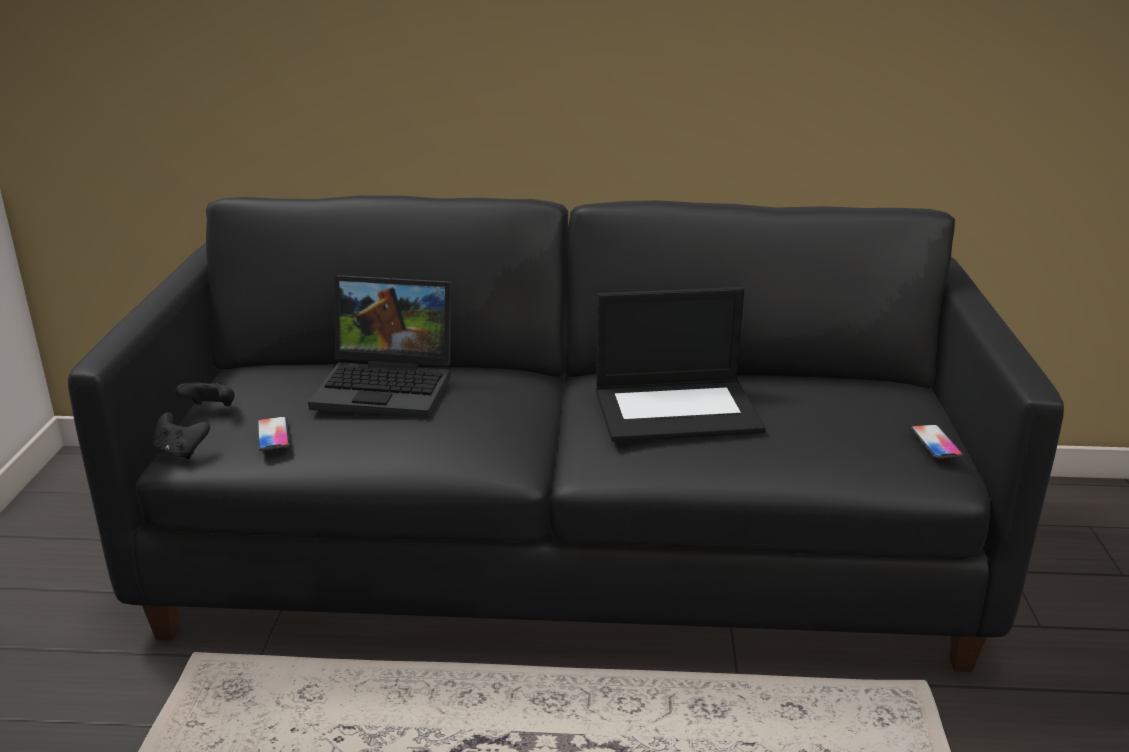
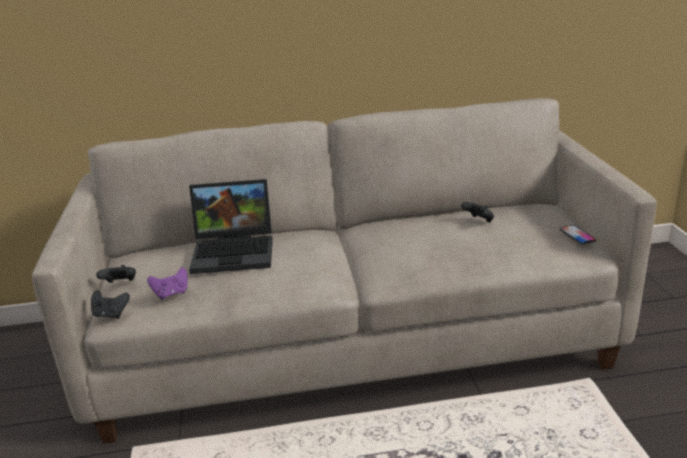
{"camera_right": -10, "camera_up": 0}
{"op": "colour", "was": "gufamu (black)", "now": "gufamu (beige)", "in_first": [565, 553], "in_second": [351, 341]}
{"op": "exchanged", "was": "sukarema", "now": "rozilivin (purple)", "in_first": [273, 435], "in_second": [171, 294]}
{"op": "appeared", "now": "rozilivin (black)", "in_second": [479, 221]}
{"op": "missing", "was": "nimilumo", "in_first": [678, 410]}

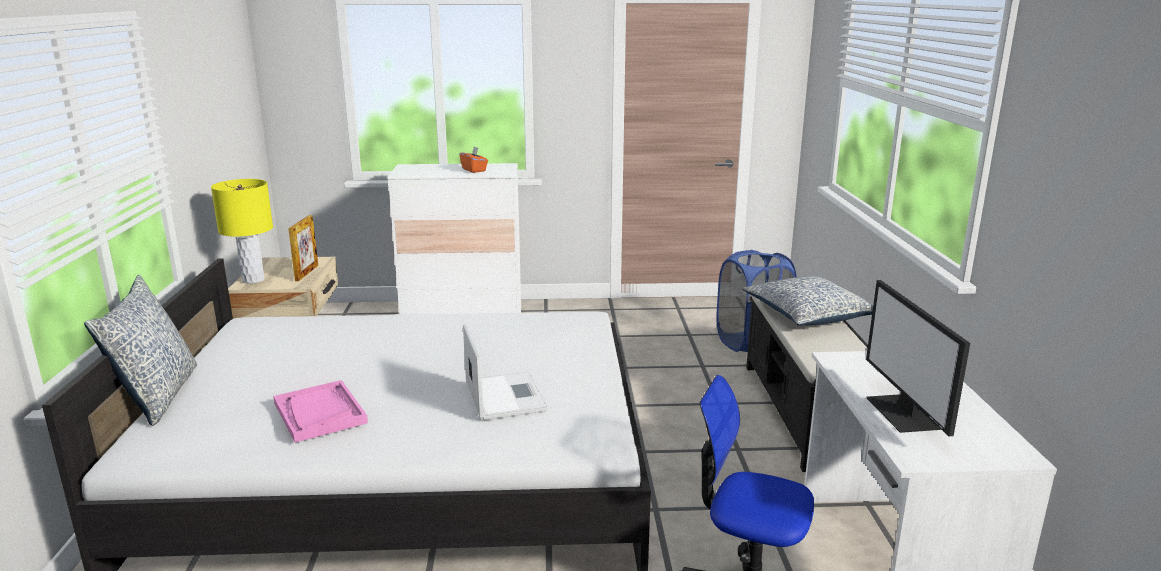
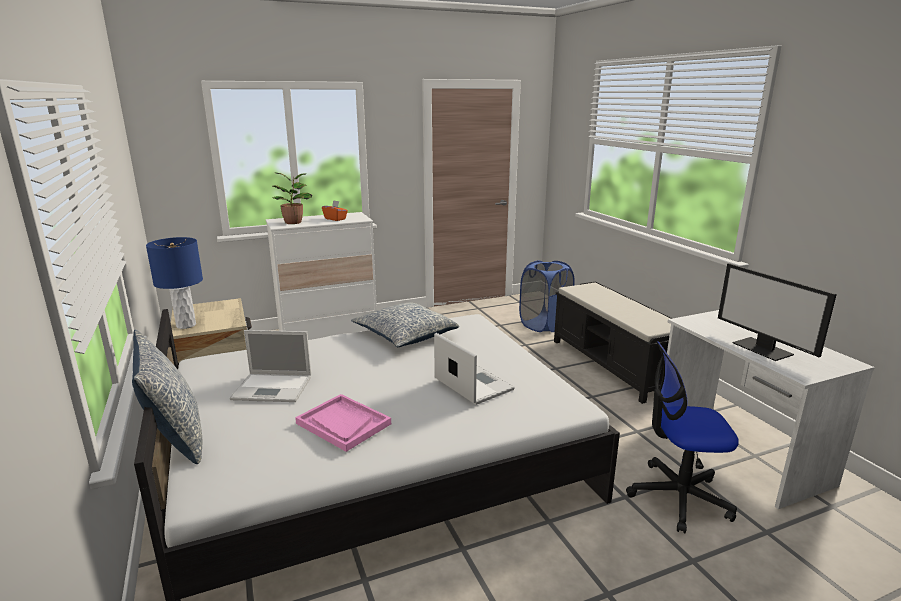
{"camera_right": -20, "camera_up": 0}
{"op": "colour", "was": "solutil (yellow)", "now": "solutil (blue)", "in_first": [253, 280], "in_second": [186, 325]}
{"op": "appeared", "now": "nimilumo", "in_second": [274, 388]}
{"op": "appeared", "now": "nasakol", "in_second": [294, 222]}
{"op": "relocated", "was": "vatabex", "in_first": [805, 315], "in_second": [404, 335]}
{"op": "missing", "was": "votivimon", "in_first": [307, 273]}

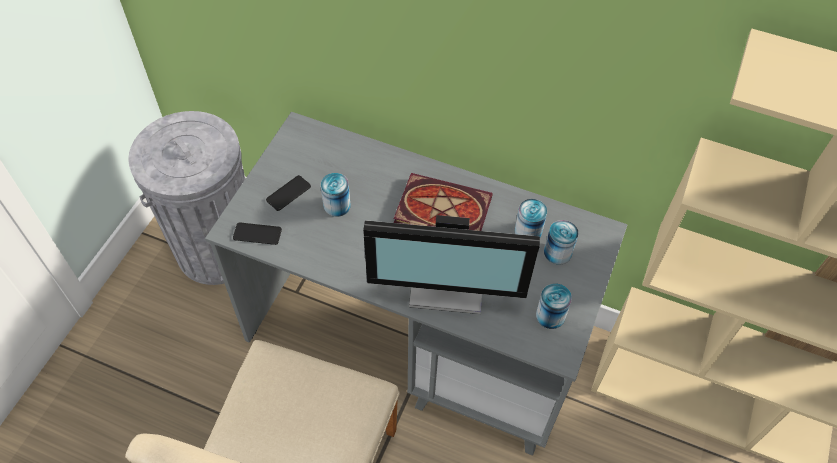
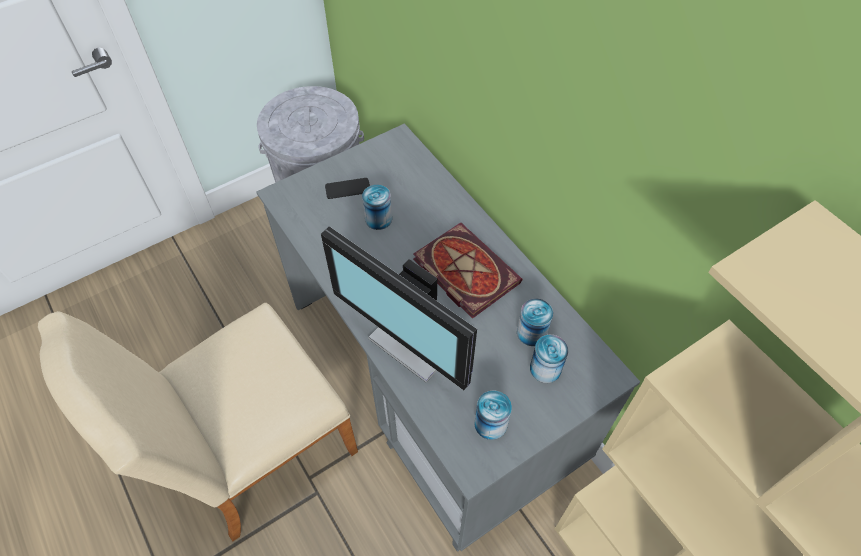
{"camera_right": 35, "camera_up": 0}
{"op": "missing", "was": "sukarema", "in_first": [257, 234]}

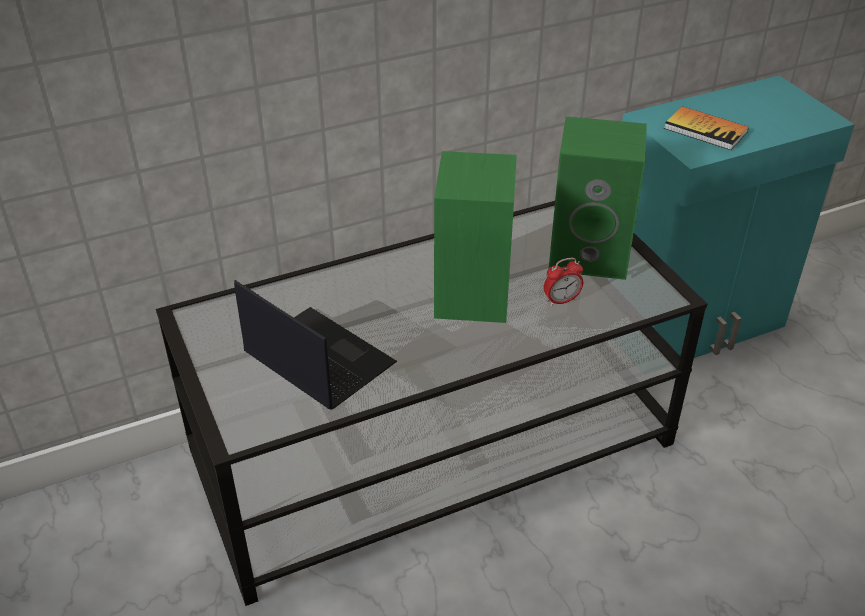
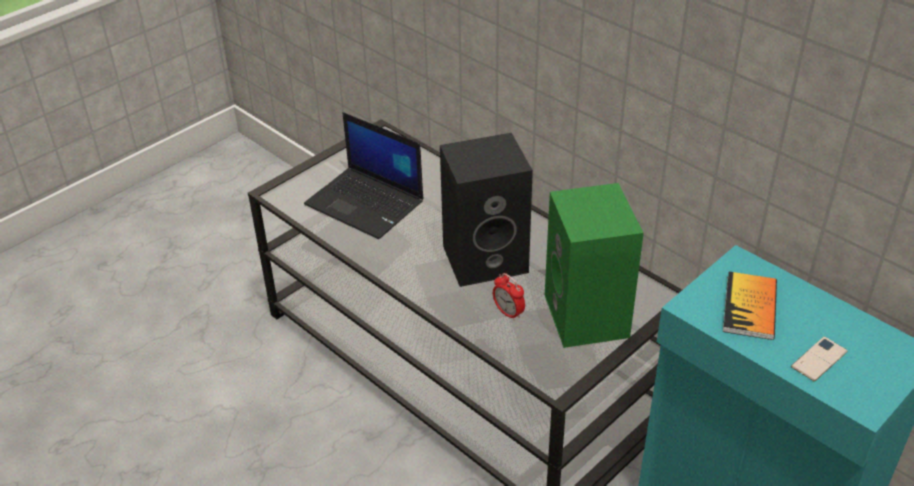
{"camera_right": 70, "camera_up": 0}
{"op": "spun", "was": "nimilumo", "in_first": [317, 359], "in_second": [366, 203], "clockwise": 105}
{"op": "colour", "was": "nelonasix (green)", "now": "nelonasix (black)", "in_first": [470, 293], "in_second": [486, 257]}
{"op": "appeared", "now": "sukarema", "in_second": [819, 359]}

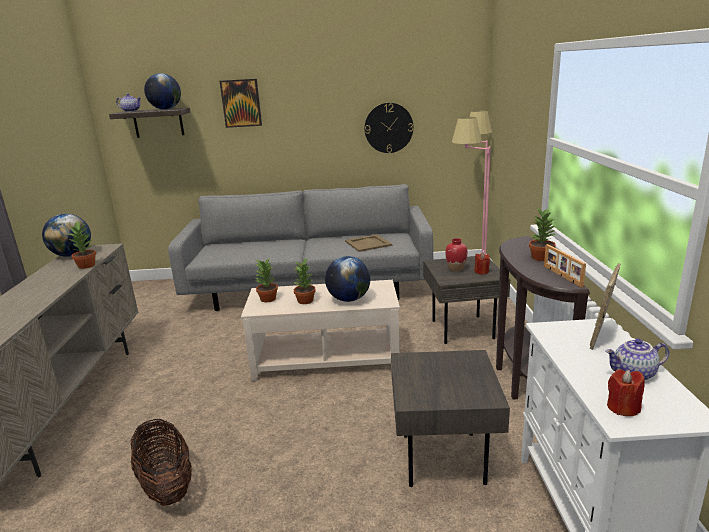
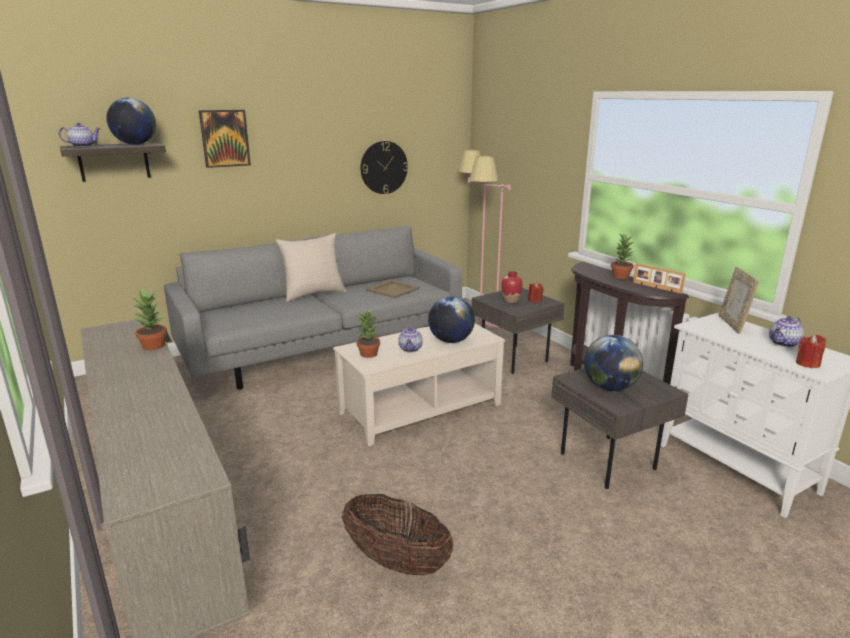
{"camera_right": -30, "camera_up": 0}
{"op": "appeared", "now": "vatabex (beige)", "in_second": [313, 294]}
{"op": "exchanged", "was": "nasakol", "now": "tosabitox", "in_first": [306, 301], "in_second": [411, 349]}
{"op": "relocated", "was": "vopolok", "in_first": [72, 255], "in_second": [609, 387]}

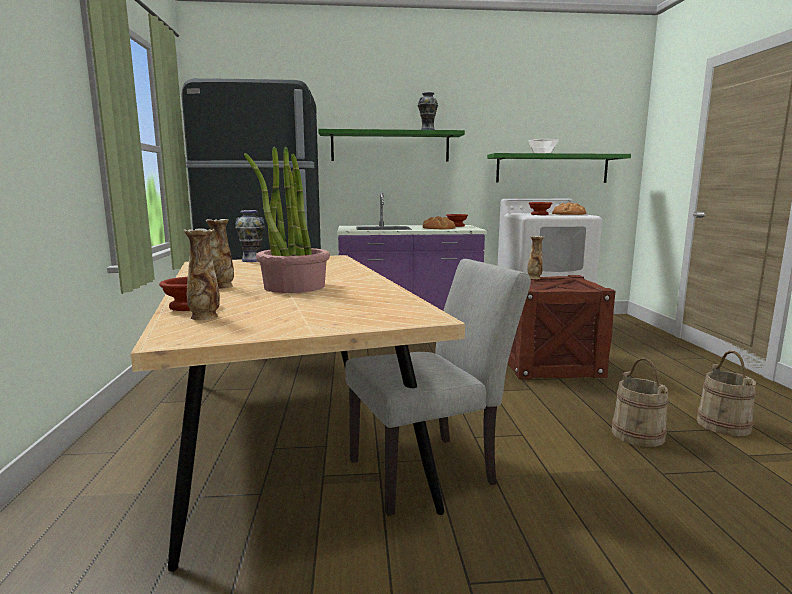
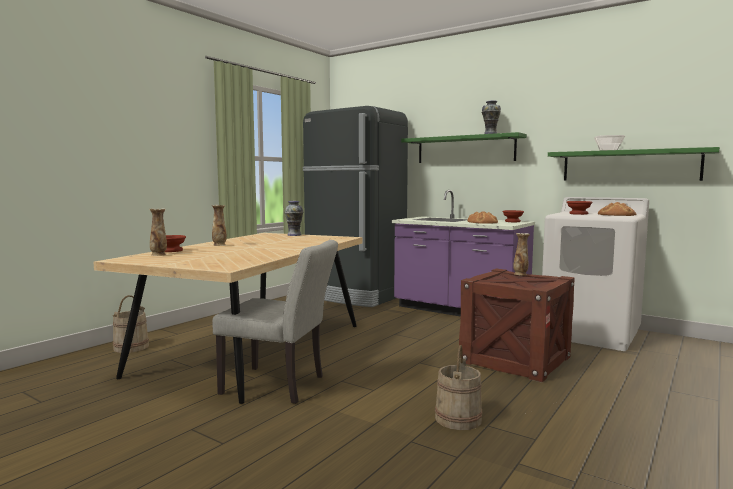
{"camera_right": 40, "camera_up": -5}
{"op": "relocated", "was": "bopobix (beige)", "in_first": [724, 425], "in_second": [131, 347]}
{"op": "missing", "was": "nasakol", "in_first": [294, 287]}

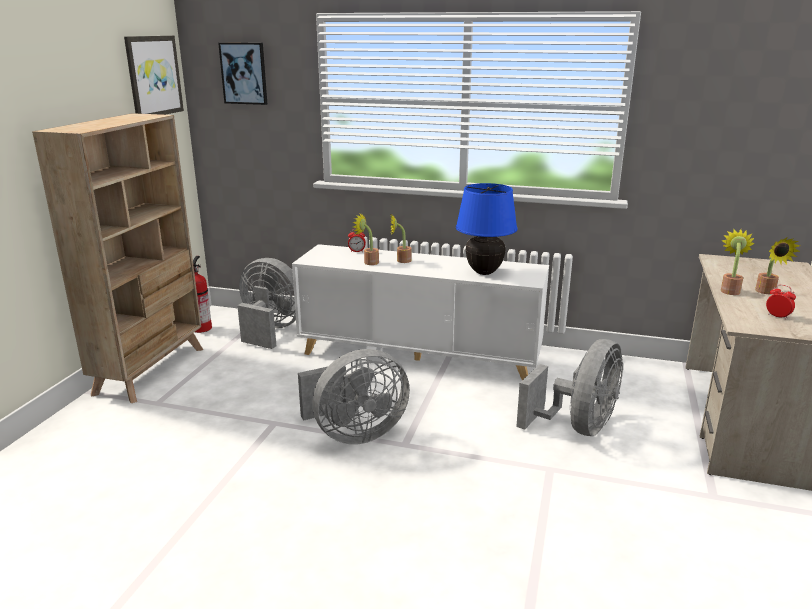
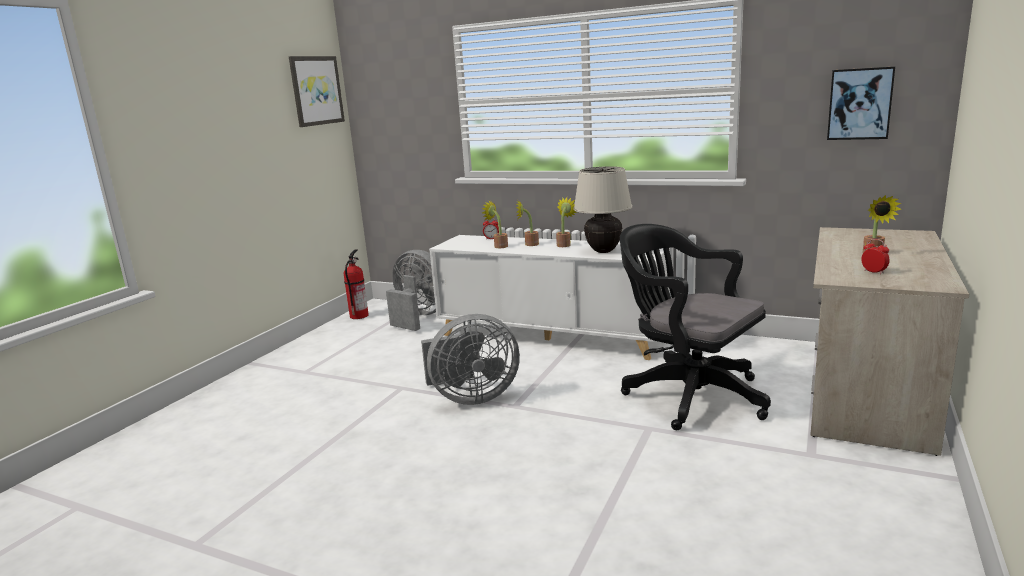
{"camera_right": 10, "camera_up": -5}
{"op": "relocated", "was": "nasakol", "in_first": [730, 290], "in_second": [564, 244]}
{"op": "colour", "was": "solutil (blue)", "now": "solutil (beige)", "in_first": [484, 272], "in_second": [603, 251]}
{"op": "exchanged", "was": "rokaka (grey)", "now": "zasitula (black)", "in_first": [578, 427], "in_second": [688, 395]}
{"op": "relocated", "was": "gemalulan", "in_first": [244, 73], "in_second": [859, 104]}
{"op": "missing", "was": "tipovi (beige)", "in_first": [151, 370]}

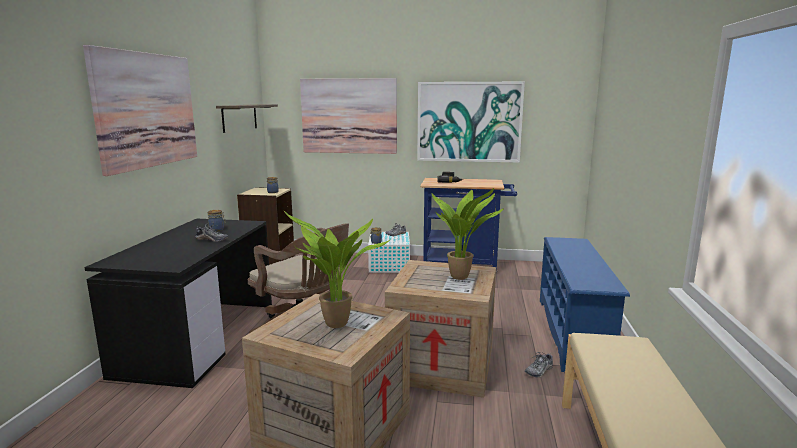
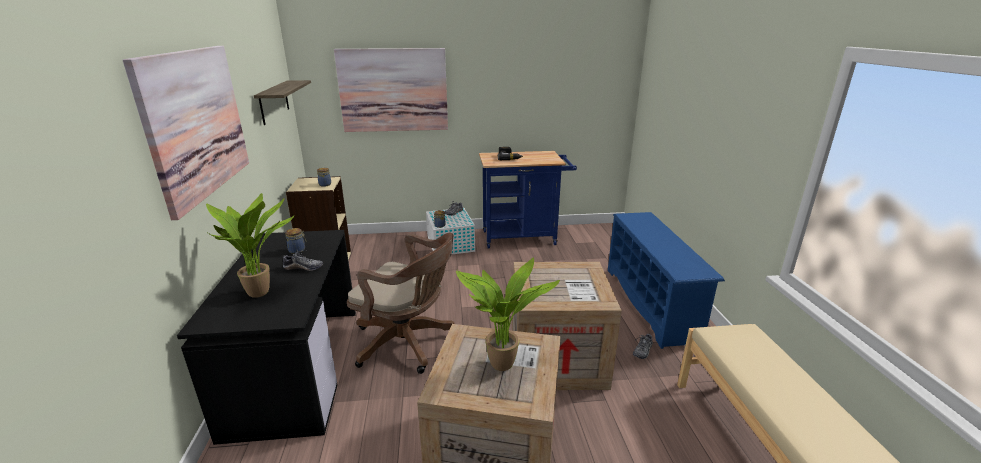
{"camera_right": -15, "camera_up": 10}
{"op": "relocated", "was": "nasakol", "in_first": [462, 277], "in_second": [262, 292]}
{"op": "missing", "was": "gemalulan", "in_first": [469, 122]}

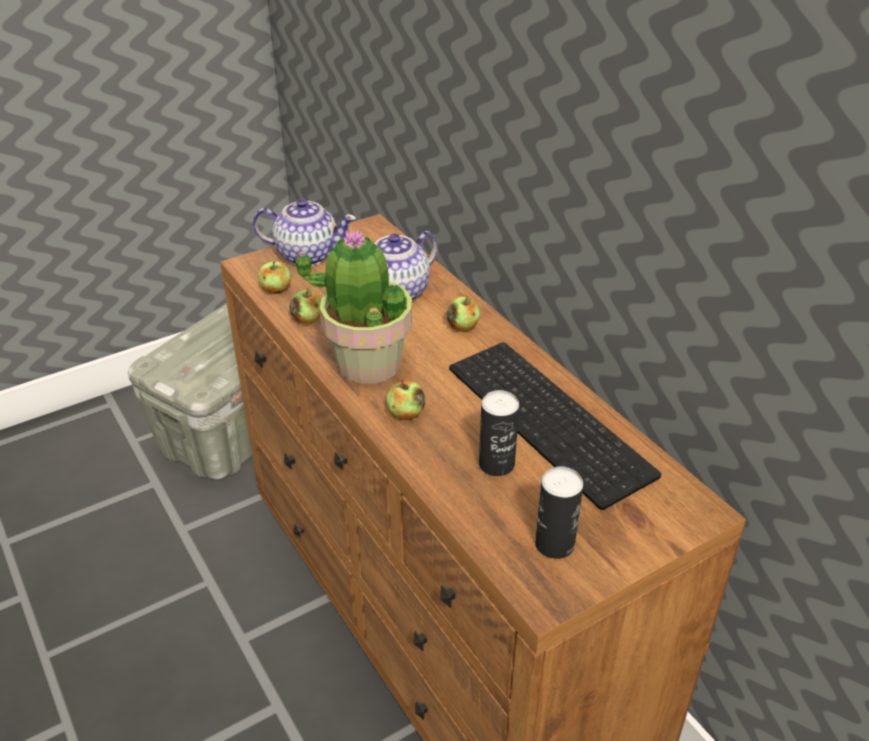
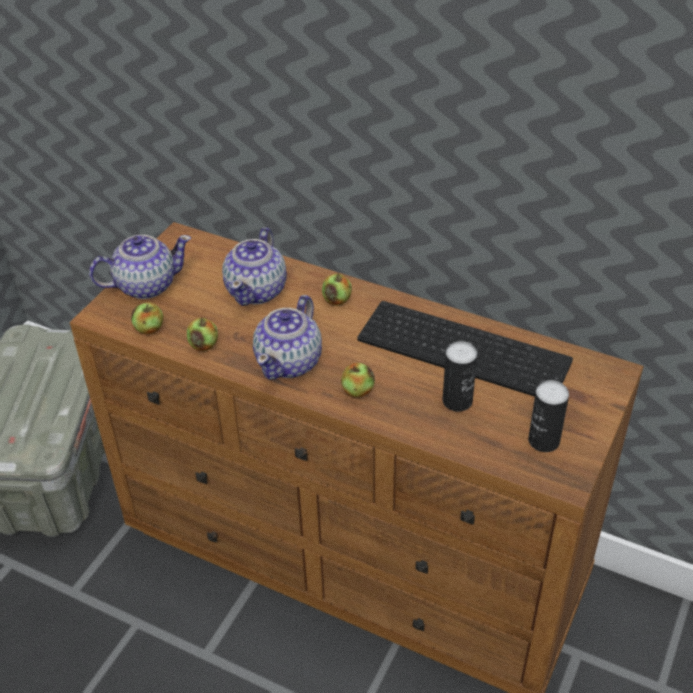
{"camera_right": -30, "camera_up": 5}
{"op": "exchanged", "was": "nasakol", "now": "tosabitox", "in_first": [368, 363], "in_second": [290, 362]}

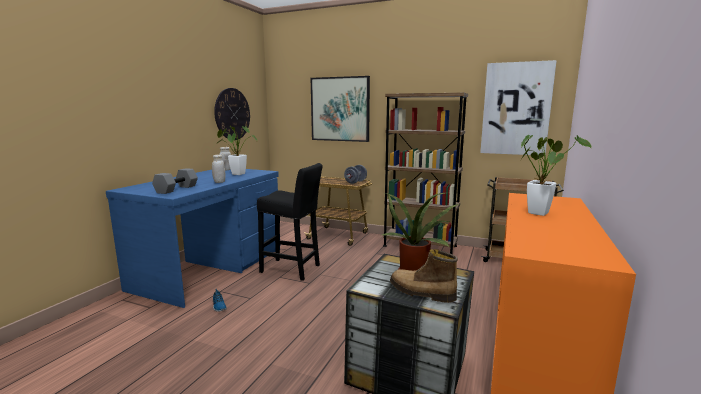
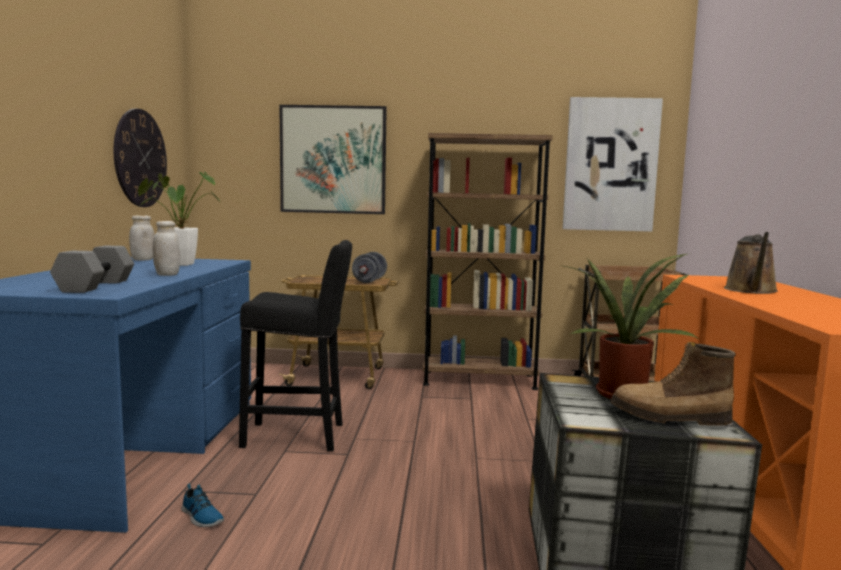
{"camera_right": -20, "camera_up": -5}
{"op": "exchanged", "was": "nasakol", "now": "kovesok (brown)", "in_first": [540, 212], "in_second": [751, 291]}

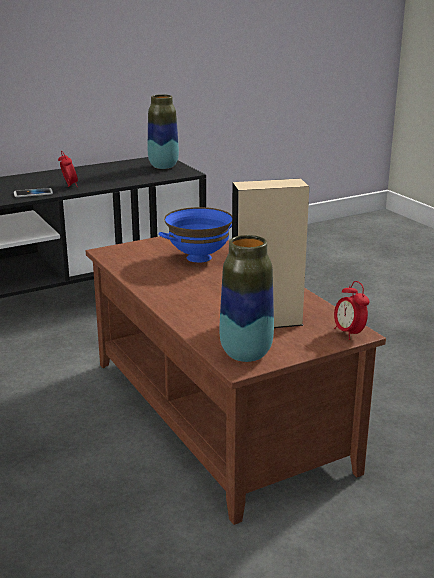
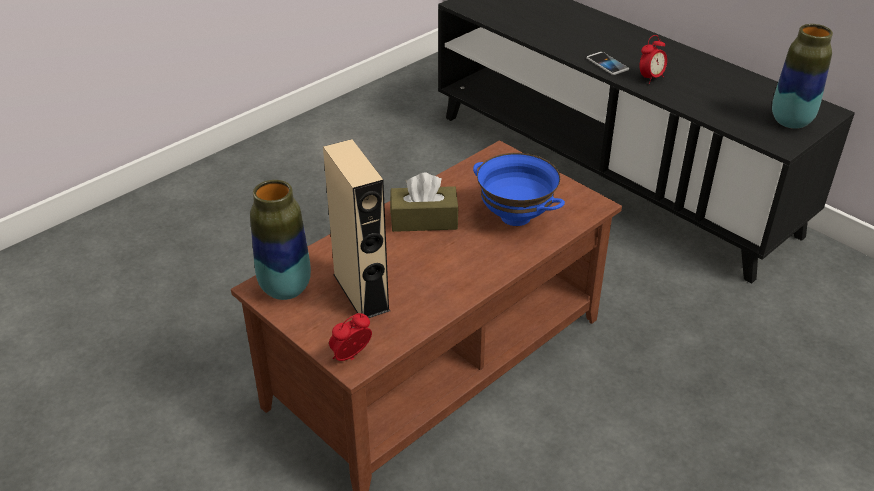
{"camera_right": 75, "camera_up": 15}
{"op": "appeared", "now": "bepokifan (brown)", "in_second": [424, 220]}

